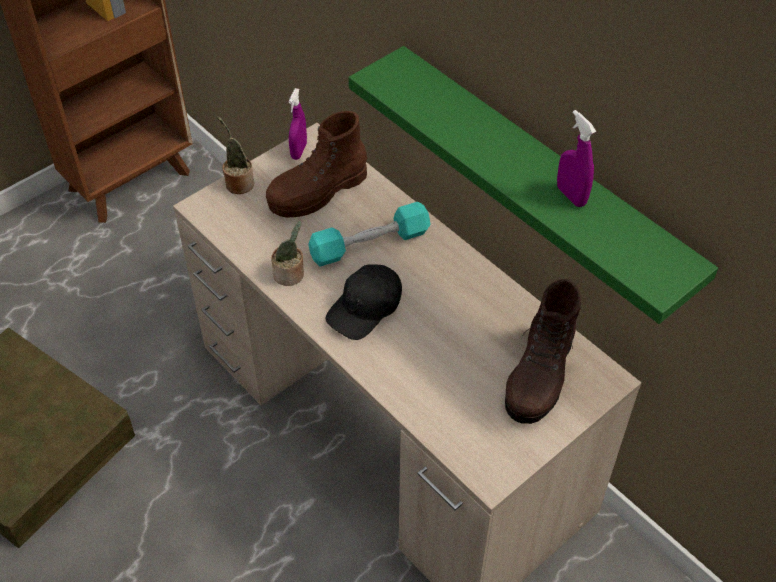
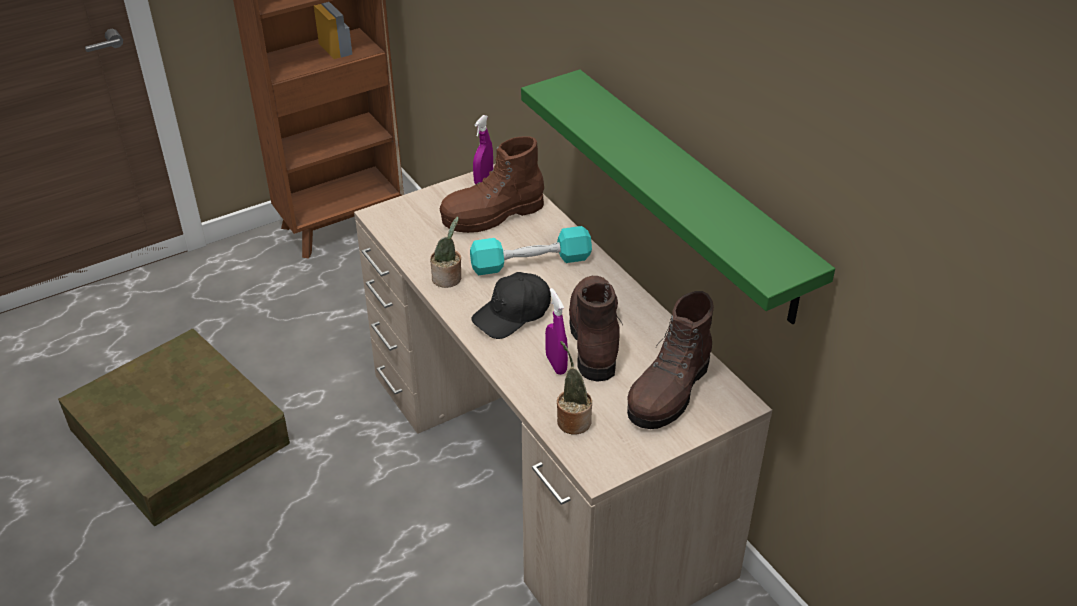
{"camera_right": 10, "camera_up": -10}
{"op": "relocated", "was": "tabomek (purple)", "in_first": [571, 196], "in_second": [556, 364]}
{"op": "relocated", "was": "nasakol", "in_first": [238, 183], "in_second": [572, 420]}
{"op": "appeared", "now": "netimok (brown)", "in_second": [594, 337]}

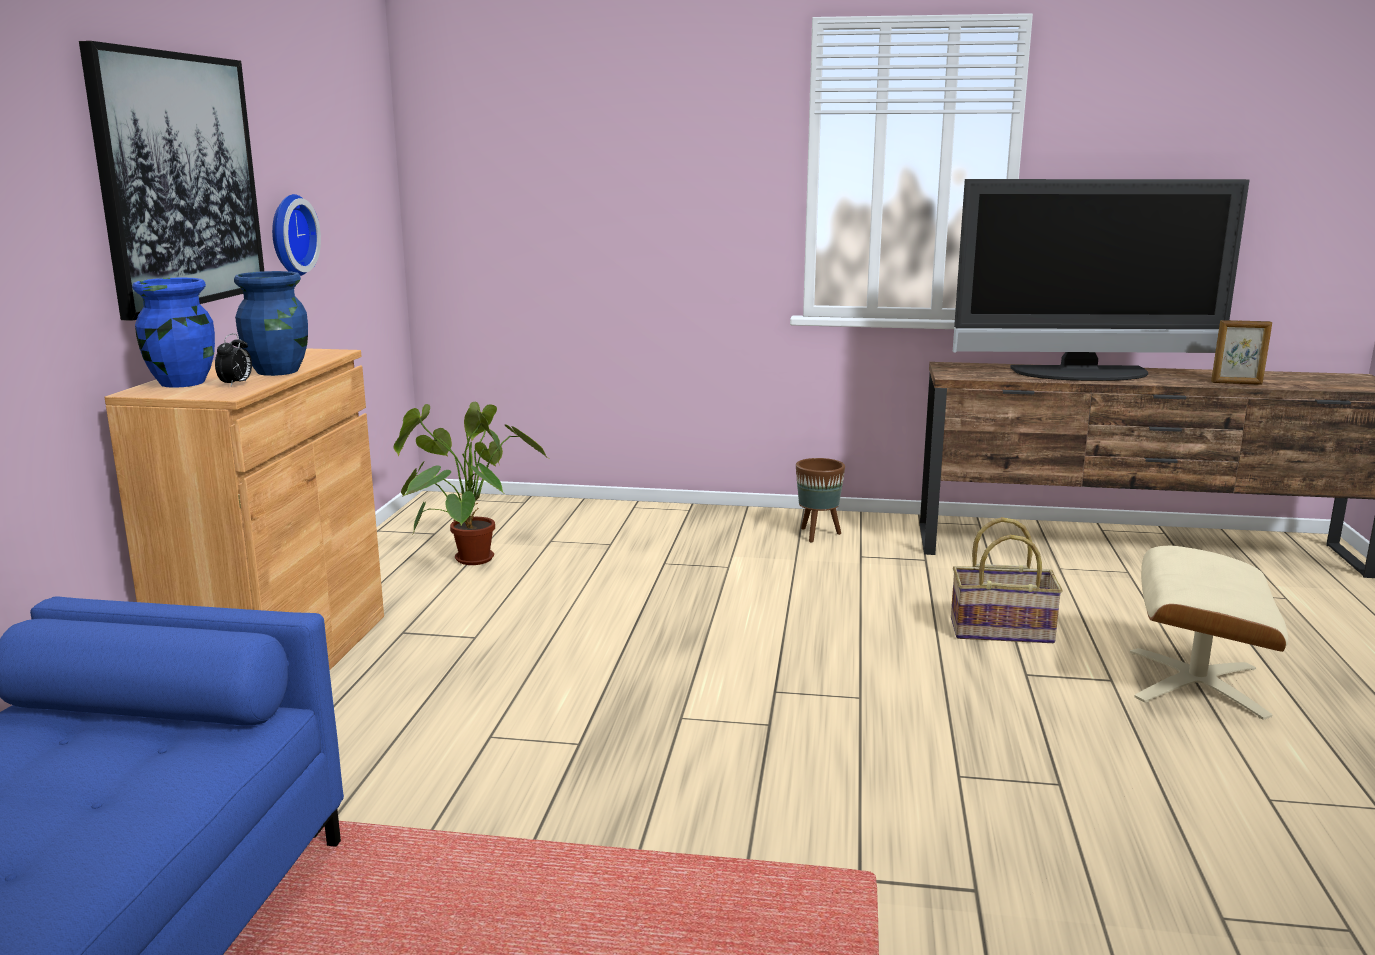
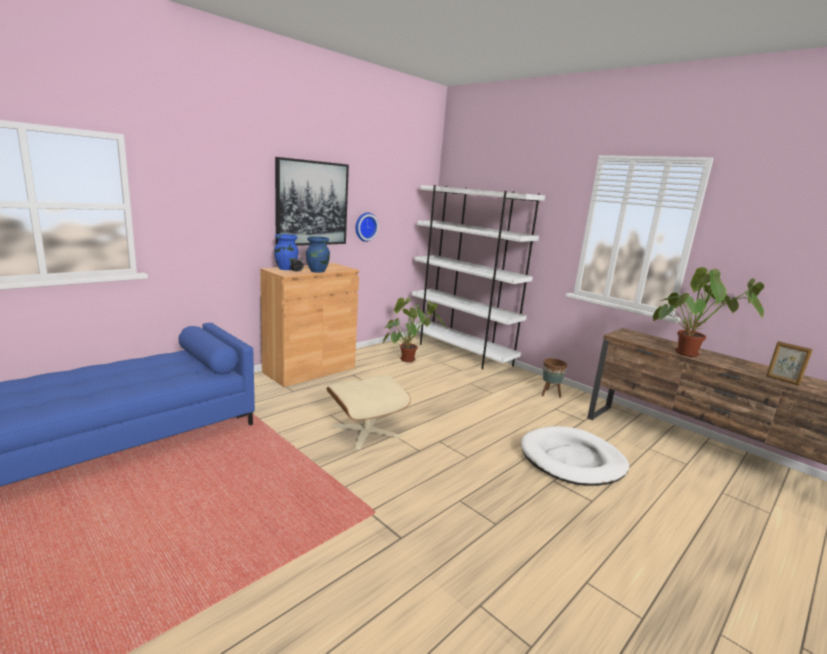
{"camera_right": 35, "camera_up": 0}
{"op": "relocated", "was": "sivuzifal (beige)", "in_first": [1195, 682], "in_second": [366, 431]}
{"op": "appeared", "now": "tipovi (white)", "in_second": [460, 353]}
{"op": "exchanged", "was": "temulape", "now": "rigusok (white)", "in_first": [1001, 630], "in_second": [572, 460]}
{"op": "exchanged", "was": "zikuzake", "now": "nasakol", "in_first": [1082, 374], "in_second": [692, 352]}

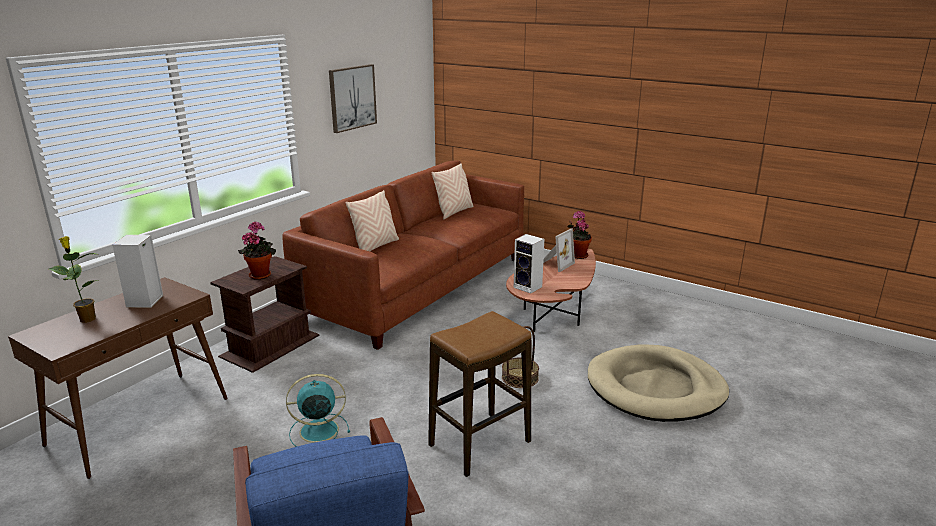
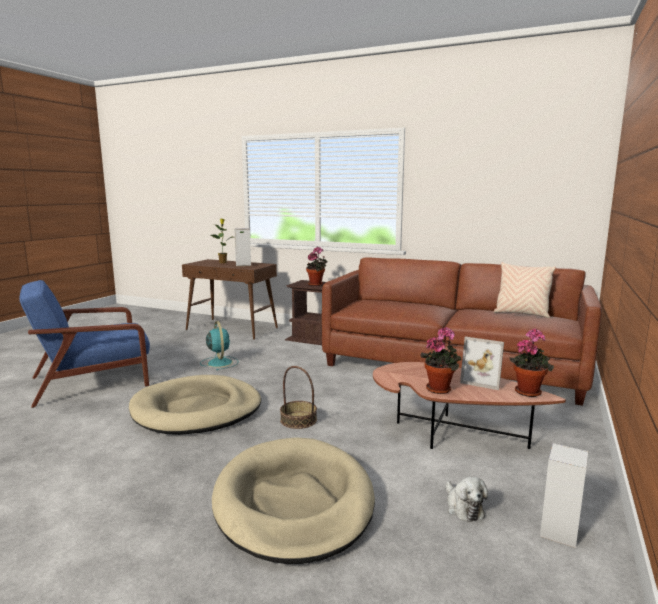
{"camera_right": 80, "camera_up": -10}
{"op": "exchanged", "was": "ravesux", "now": "rigusok (beige)", "in_first": [480, 443], "in_second": [197, 410]}
{"op": "appeared", "now": "nasakol", "in_second": [440, 389]}
{"op": "appeared", "now": "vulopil", "in_second": [463, 507]}
{"op": "relocated", "was": "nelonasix", "in_first": [529, 287], "in_second": [560, 533]}
{"op": "missing", "was": "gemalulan", "in_first": [352, 97]}
{"op": "missing", "was": "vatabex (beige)", "in_first": [375, 246]}

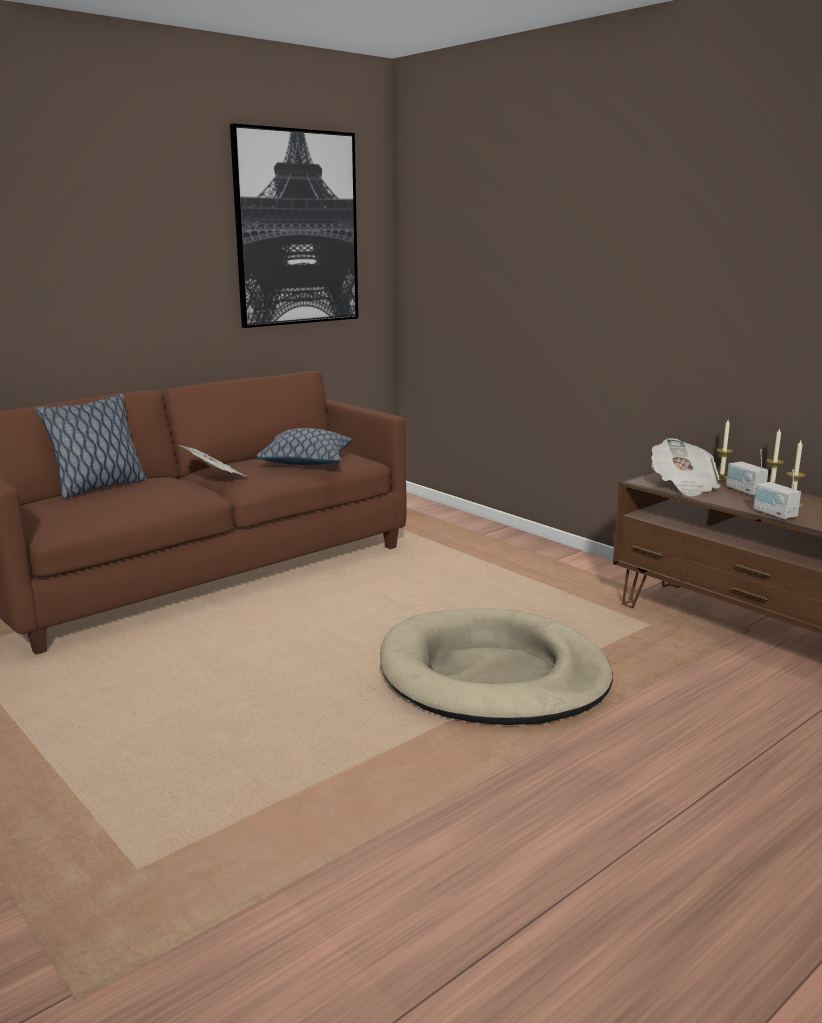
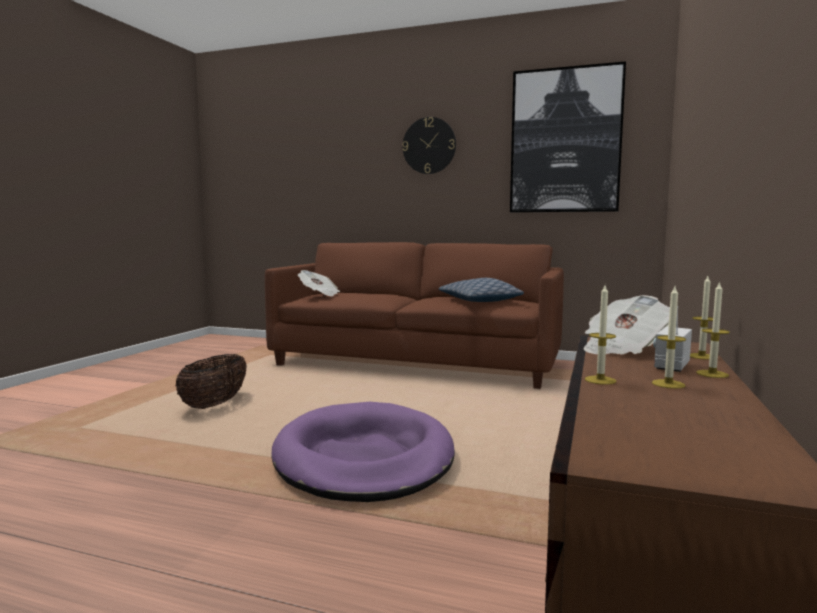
{"camera_right": 60, "camera_up": -10}
{"op": "appeared", "now": "temulape", "in_second": [214, 404]}
{"op": "colour", "was": "rigusok (beige)", "now": "rigusok (purple)", "in_first": [493, 675], "in_second": [364, 458]}
{"op": "relocated", "was": "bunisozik", "in_first": [215, 478], "in_second": [319, 294]}
{"op": "appeared", "now": "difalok", "in_second": [429, 145]}
{"op": "exchanged", "was": "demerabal", "now": "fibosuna", "in_first": [774, 514], "in_second": [600, 380]}
{"op": "missing", "was": "vatabex", "in_first": [98, 487]}

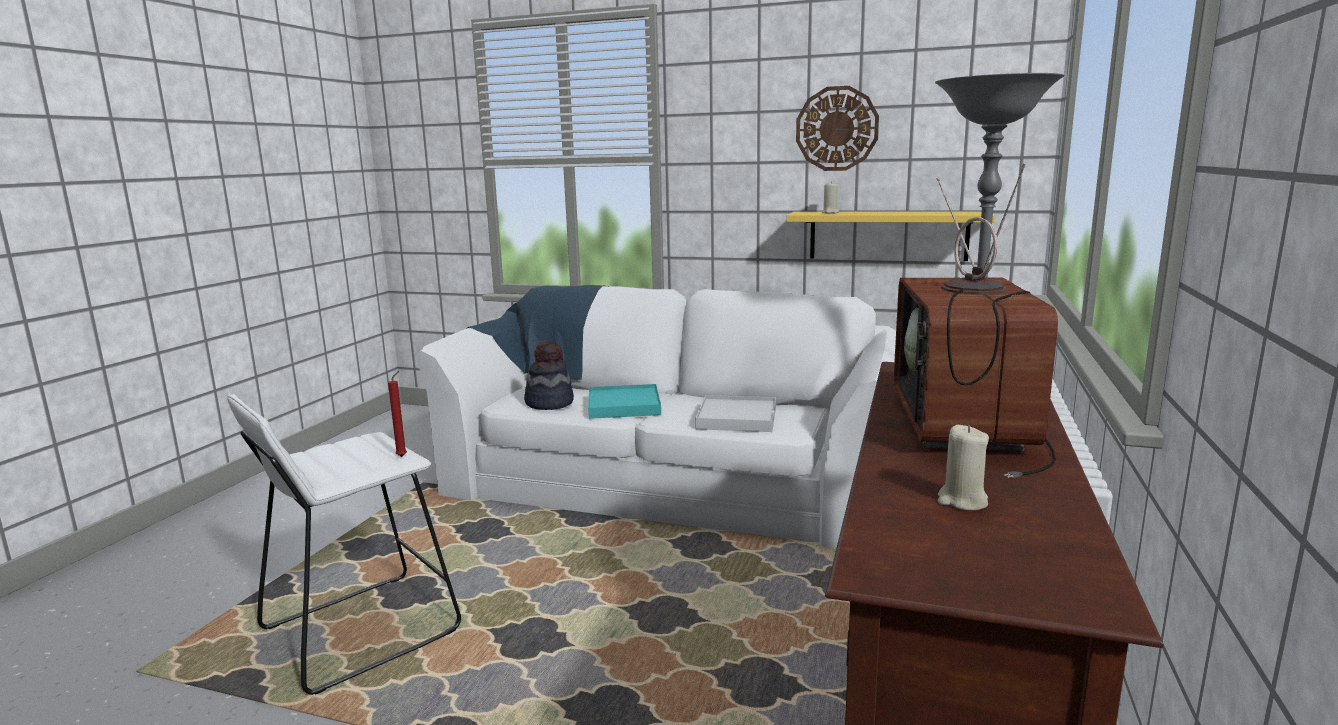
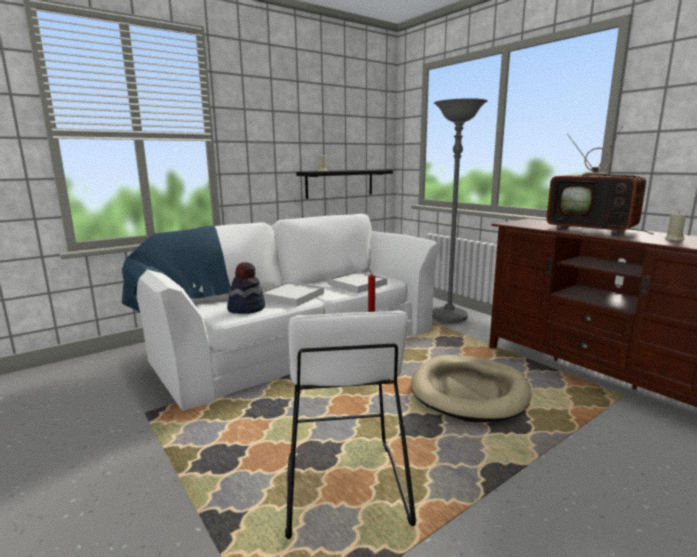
{"camera_right": -55, "camera_up": 0}
{"op": "colour", "was": "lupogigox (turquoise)", "now": "lupogigox (white)", "in_first": [623, 405], "in_second": [292, 296]}
{"op": "colour", "was": "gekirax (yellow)", "now": "gekirax (black)", "in_first": [887, 235], "in_second": [340, 183]}
{"op": "appeared", "now": "rigusok (beige)", "in_second": [469, 392]}
{"op": "missing", "was": "difalok", "in_first": [837, 129]}

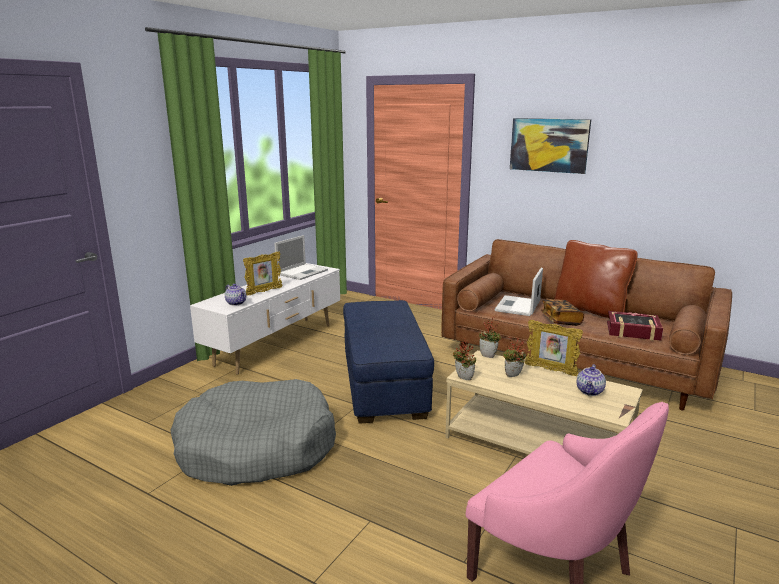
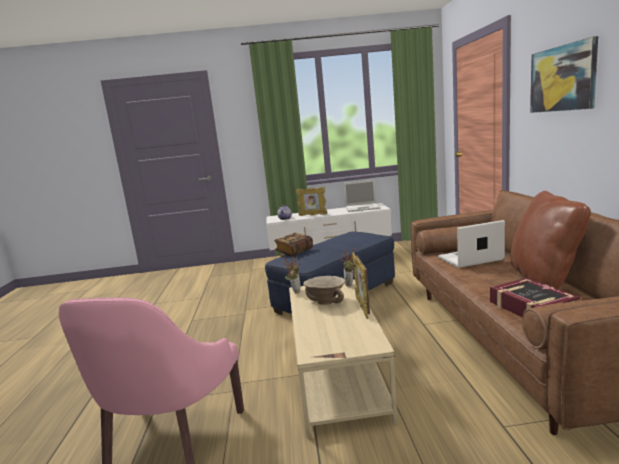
{"camera_right": 55, "camera_up": -5}
{"op": "relocated", "was": "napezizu", "in_first": [560, 320], "in_second": [294, 251]}
{"op": "exchanged", "was": "nasakol", "now": "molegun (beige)", "in_first": [513, 376], "in_second": [326, 301]}
{"op": "missing", "was": "rigusok (grey)", "in_first": [256, 448]}
{"op": "missing", "was": "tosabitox", "in_first": [590, 391]}

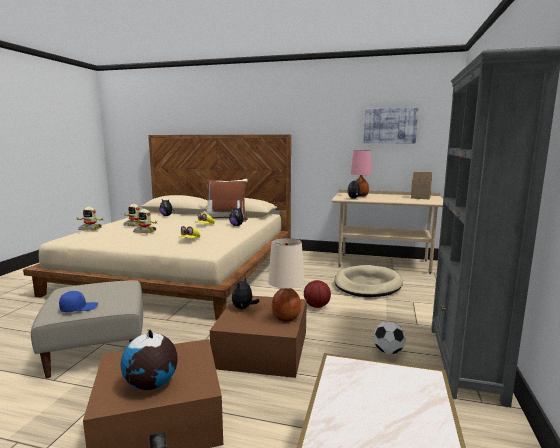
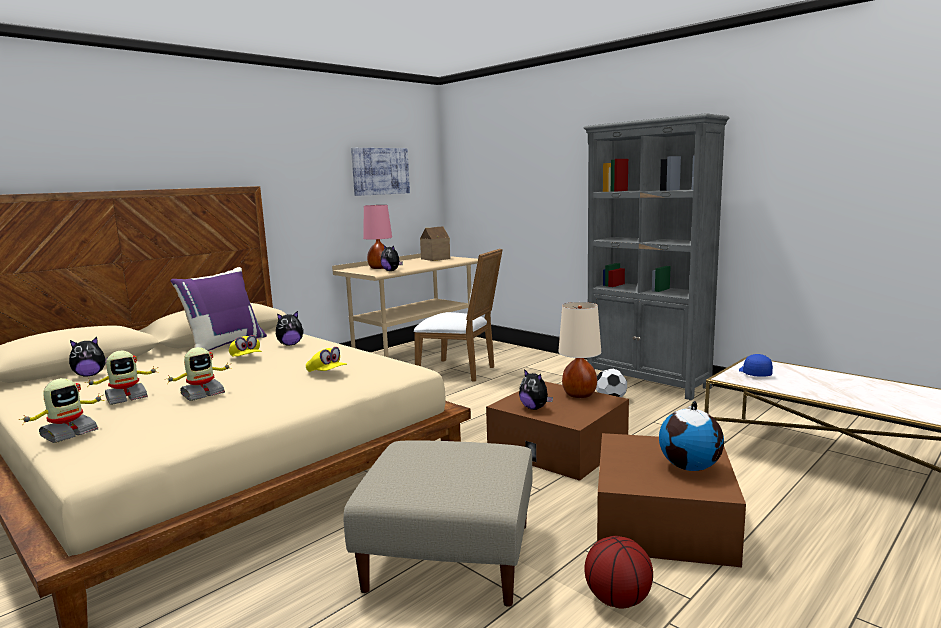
{"camera_right": -60, "camera_up": 0}
{"op": "colour", "was": "vatabex (brown)", "now": "vatabex (purple)", "in_first": [226, 218], "in_second": [224, 344]}
{"op": "exchanged", "was": "rigusok (beige)", "now": "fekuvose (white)", "in_first": [367, 285], "in_second": [460, 371]}
{"op": "relocated", "was": "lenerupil", "in_first": [316, 306], "in_second": [617, 600]}
{"op": "relocated", "was": "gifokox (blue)", "in_first": [79, 308], "in_second": [754, 373]}

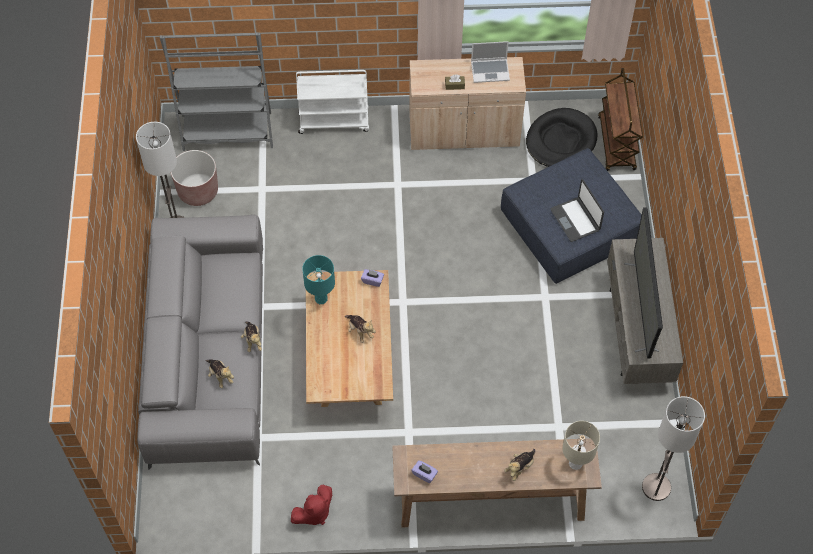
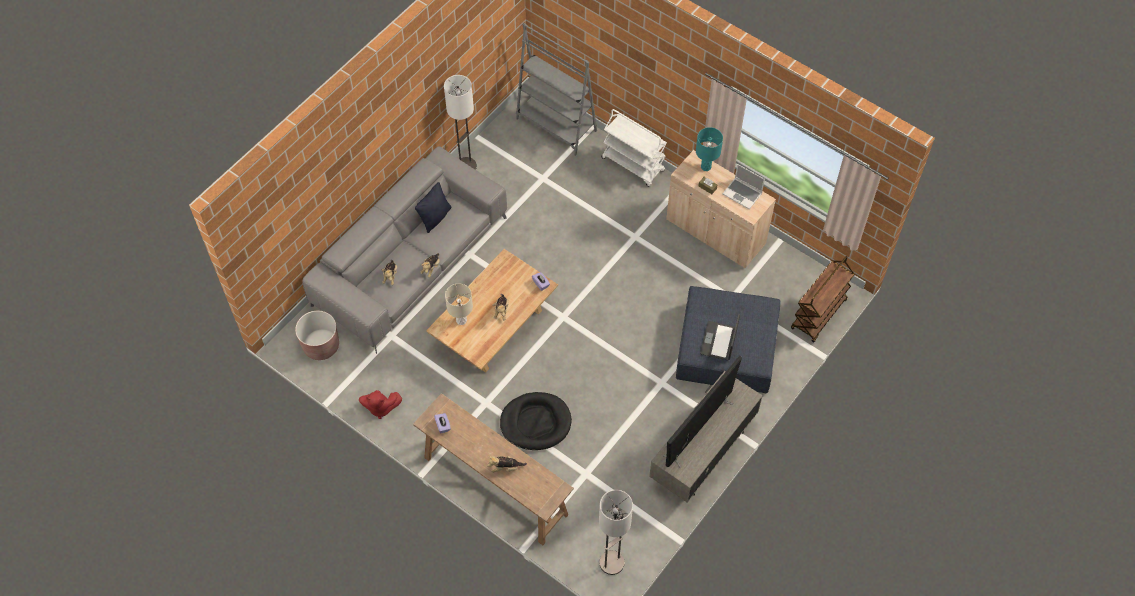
{"camera_right": 40, "camera_up": 0}
{"op": "relocated", "was": "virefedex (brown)", "in_first": [198, 191], "in_second": [321, 346]}
{"op": "appeared", "now": "vatabex (black)", "in_second": [435, 217]}
{"op": "relocated", "was": "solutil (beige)", "in_first": [575, 463], "in_second": [461, 320]}
{"op": "relocated", "was": "rigusok (black)", "in_first": [560, 140], "in_second": [535, 422]}
{"op": "relocated", "was": "solutil (turquoise)", "in_first": [321, 299], "in_second": [706, 167]}

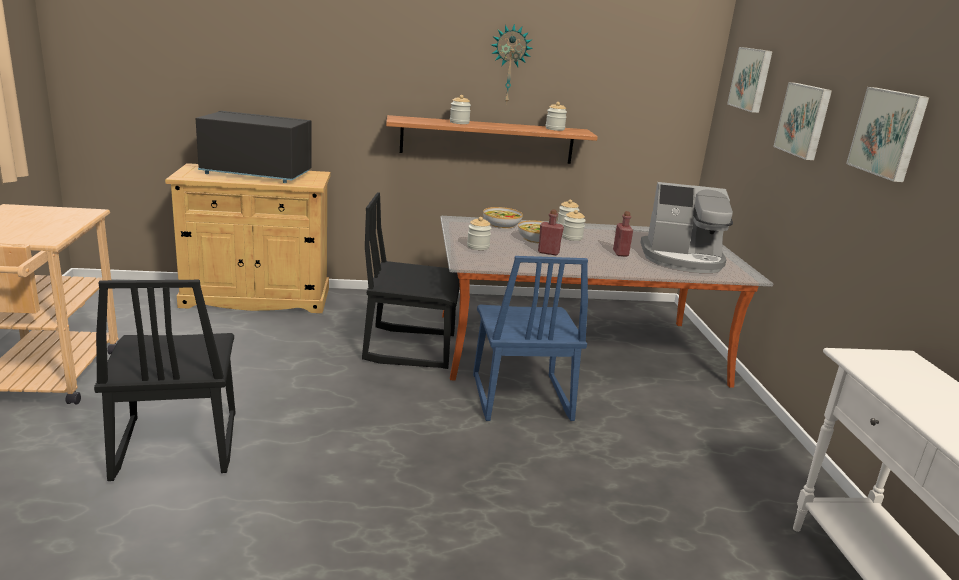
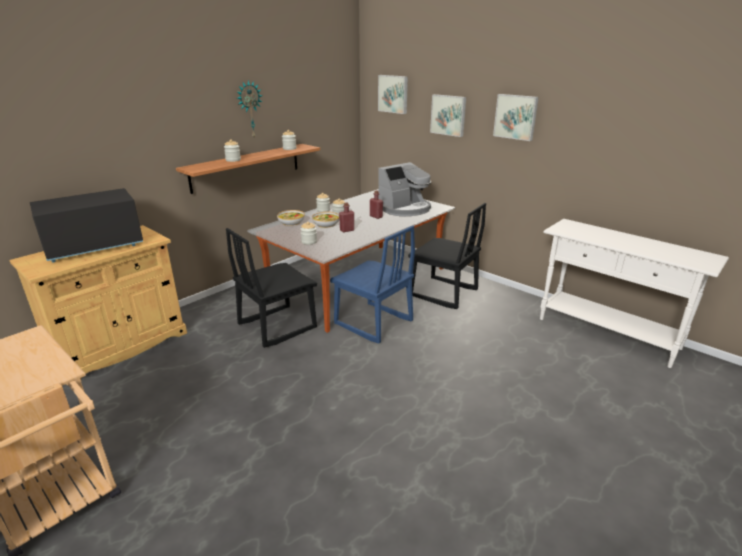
{"camera_right": -40, "camera_up": 5}
{"op": "relocated", "was": "fekuvose (black)", "in_first": [175, 446], "in_second": [443, 293]}

